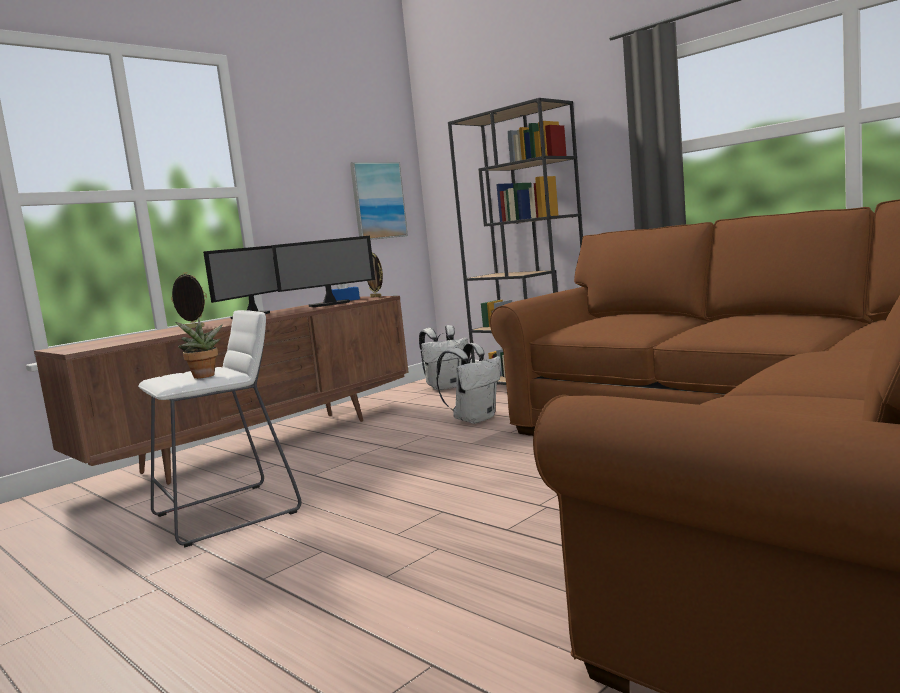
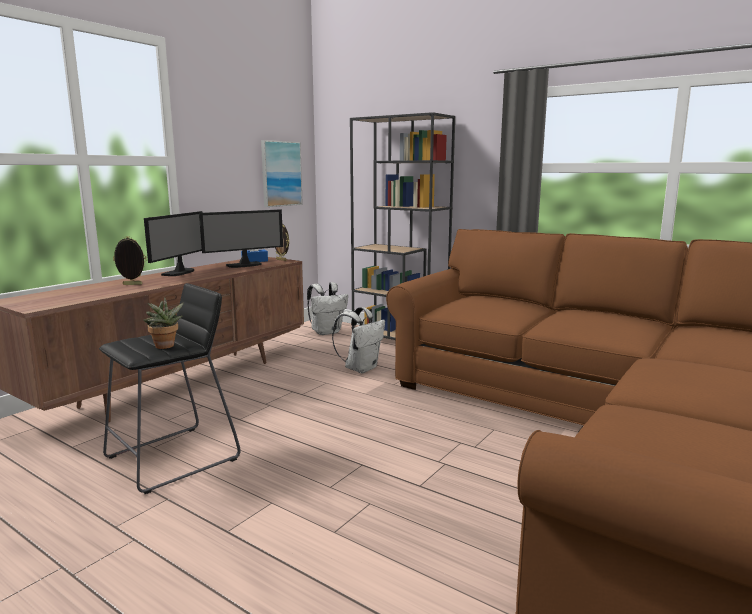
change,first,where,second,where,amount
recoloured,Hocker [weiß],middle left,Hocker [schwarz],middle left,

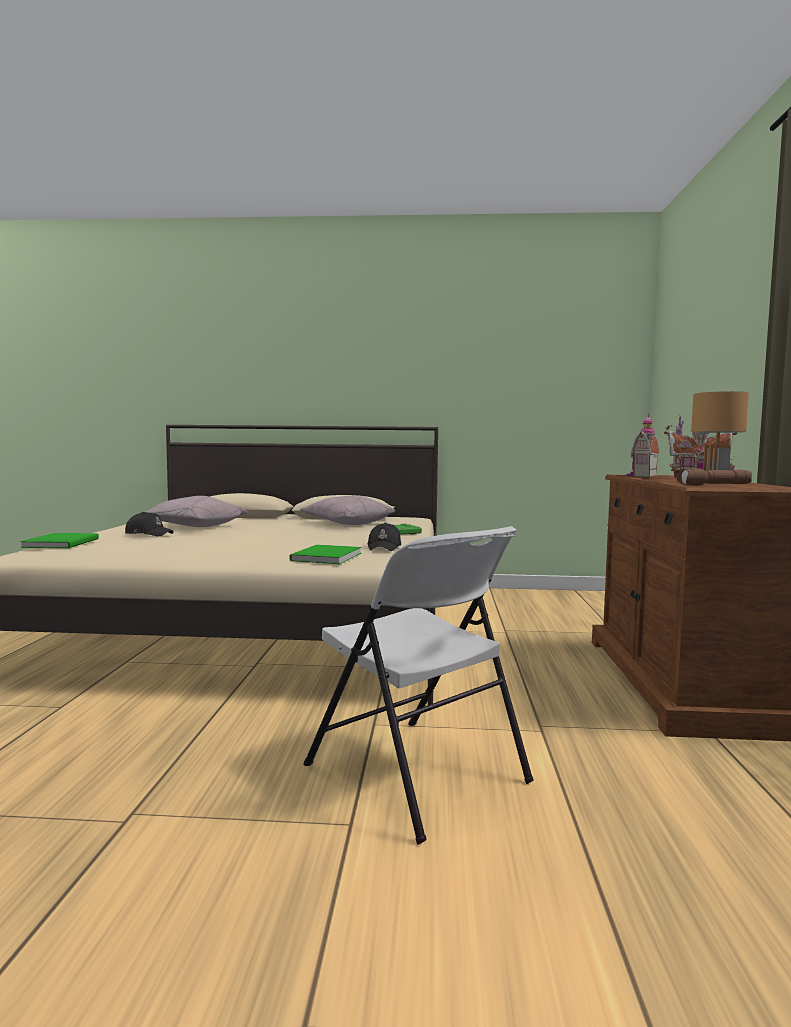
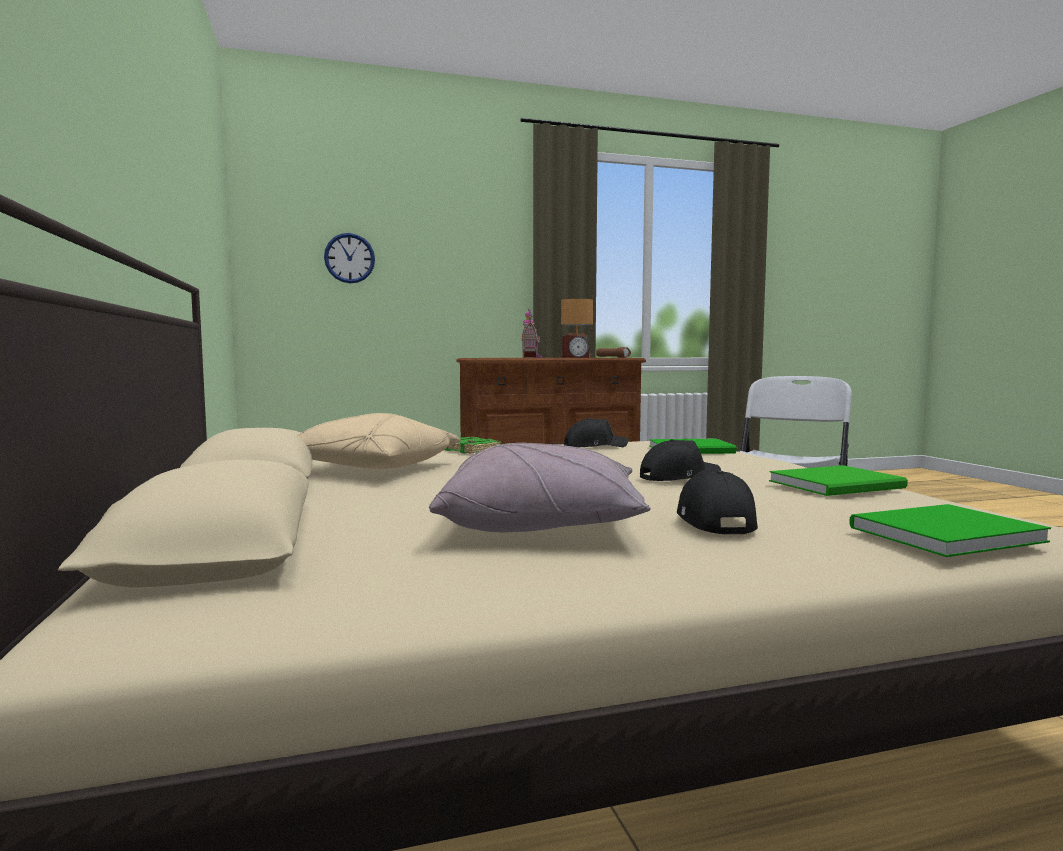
change,first,where,second,where,amount
recoloured,Kissen [lila] (2nd from left),centre,Kissen [beige],centre,
removed,Spielzeughaus (1st from left),middle right,,,
added,,,Wanduhr,top left,
added,,,Wecker,centre,
added,,,Kappe [schwarz] (2nd from left),centre,
added,,,Buch [grün] (3rd from left),middle right,

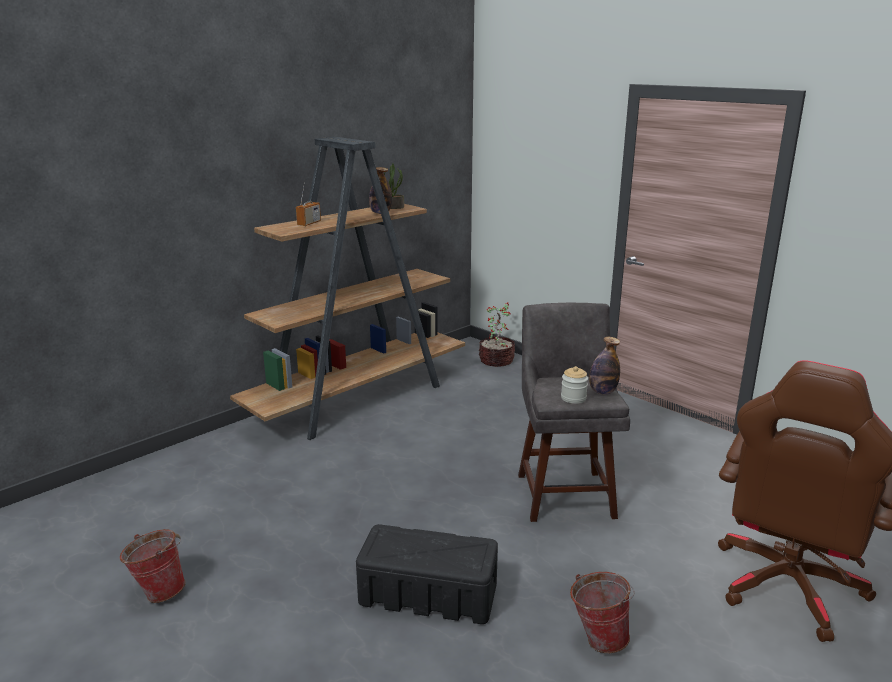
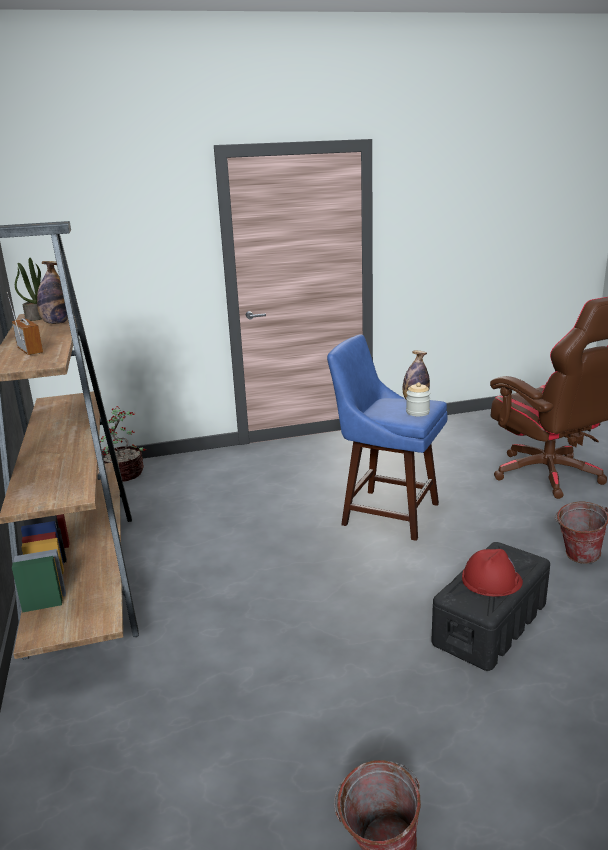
change,first,where,second,where,amount
recoloured,Hocker [grau],centre,Hocker [blau],centre,
added,,,Schutzhelm [rot],bottom right,

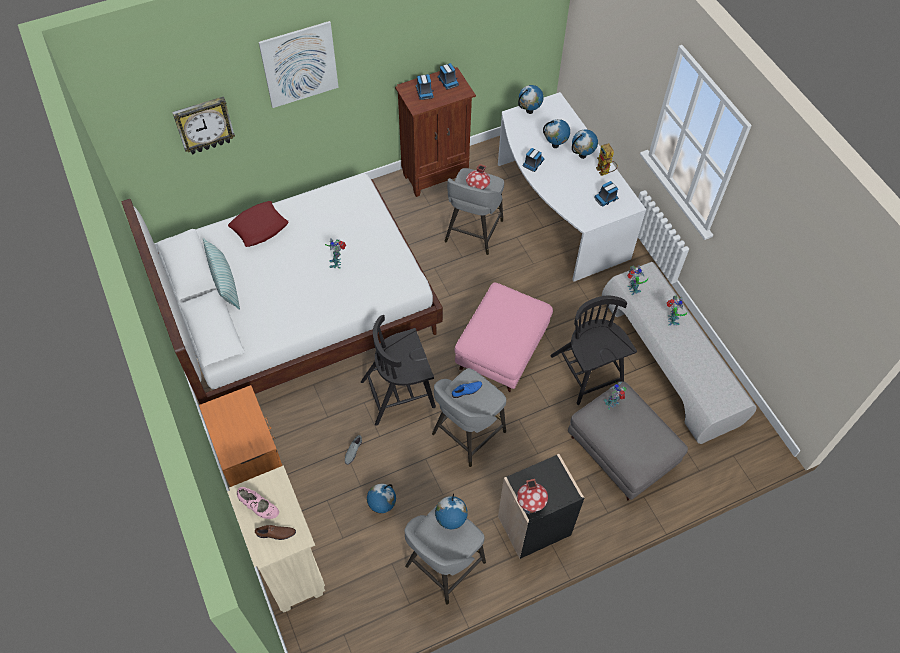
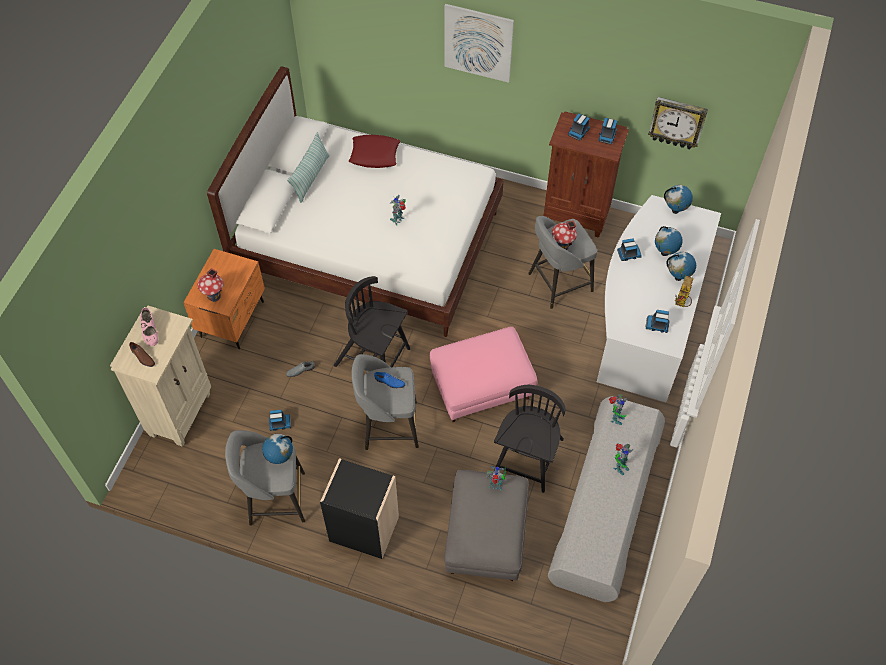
change,first,where,second,where,amount
moved,Wanduhr,top left,,top right,
replaced,Globus (1st from left),bottom centre,Spielzeuglaster (1st from left),middle left,
moved,Spielzeughaus (2nd from left in the first image),bottom centre,Spielzeughaus (1st from left),middle left,

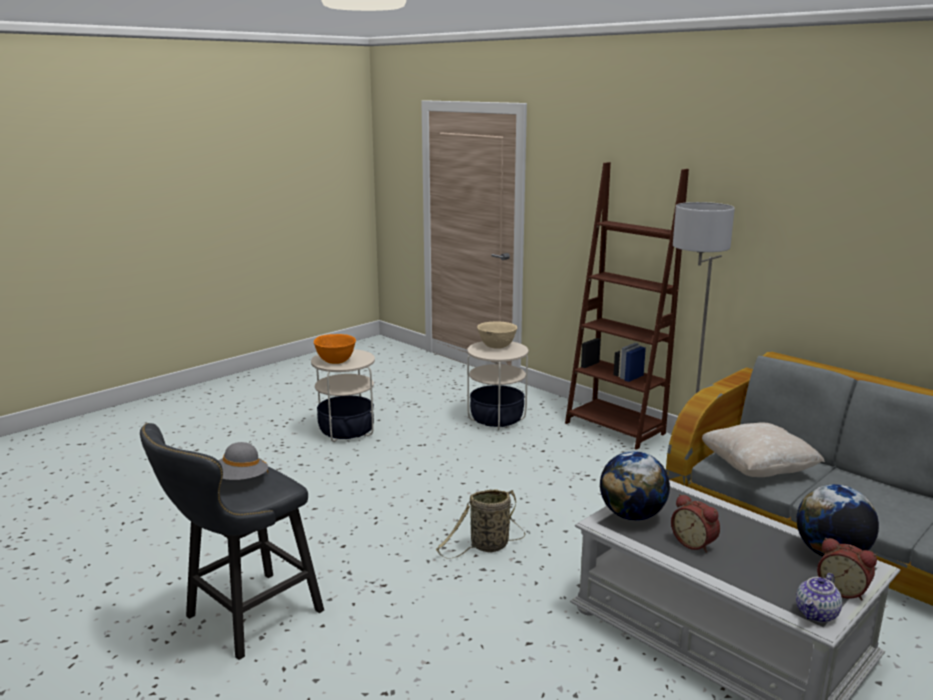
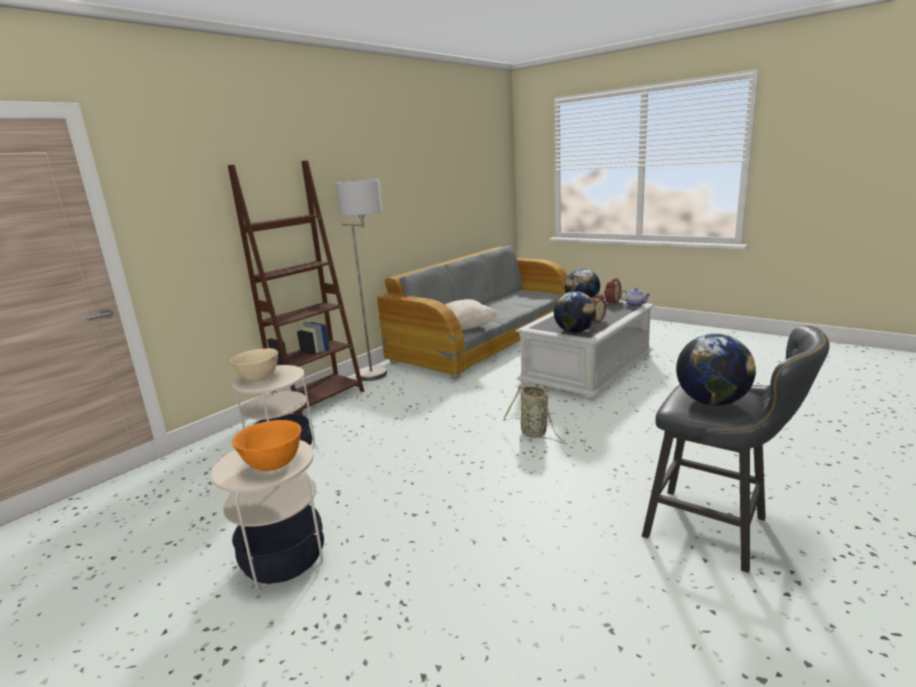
change,first,where,second,where,amount
replaced,Hut [grau],middle left,Globus (3rd from left),middle right,

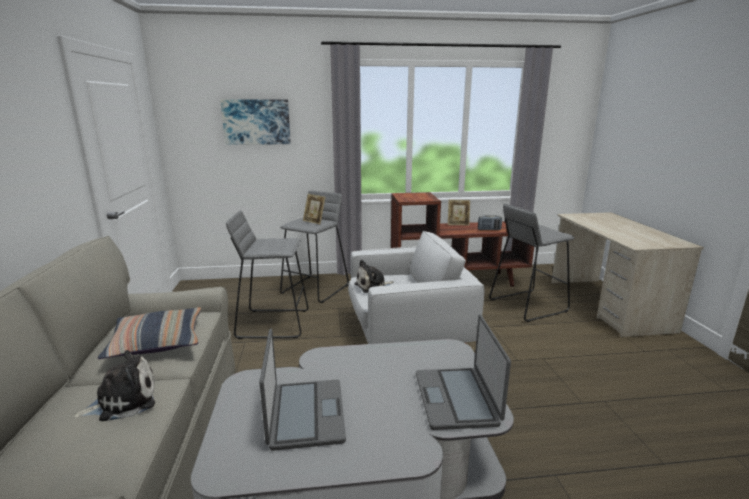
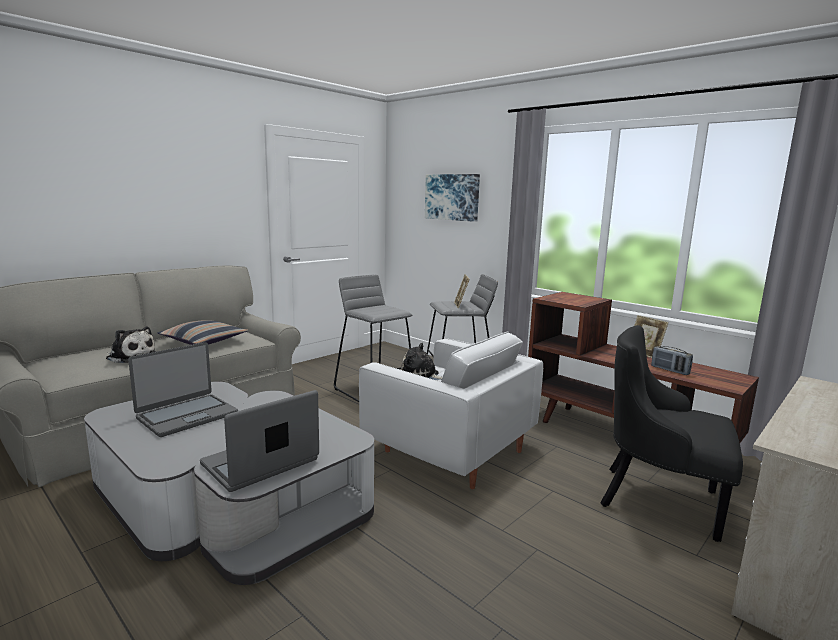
change,first,where,second,where,amount
replaced,Hocker [grau] (3rd from left),middle right,Stuhl [schwarz],bottom right,

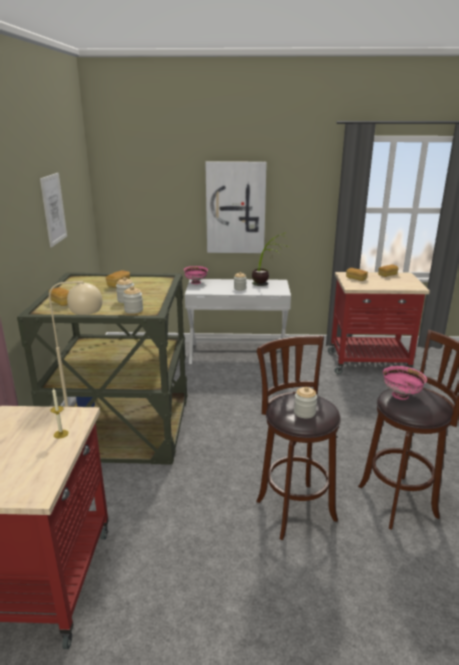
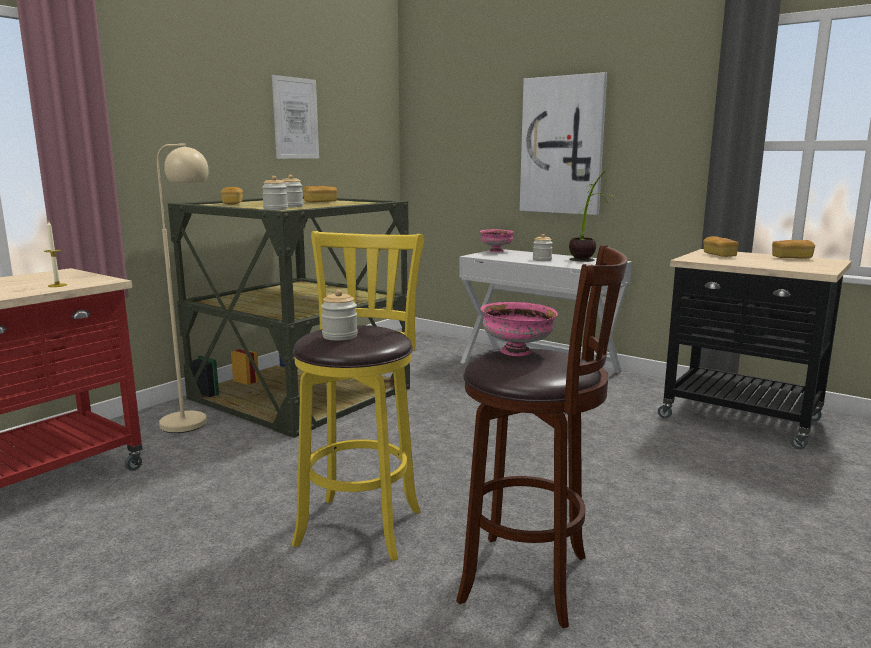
change,first,where,second,where,amount
recoloured,Hocker [braun] (1st from left),centre,Hocker [gelb],centre,
recoloured,Rollwagen [rot] (2nd from left),middle right,Rollwagen [schwarz],middle right,

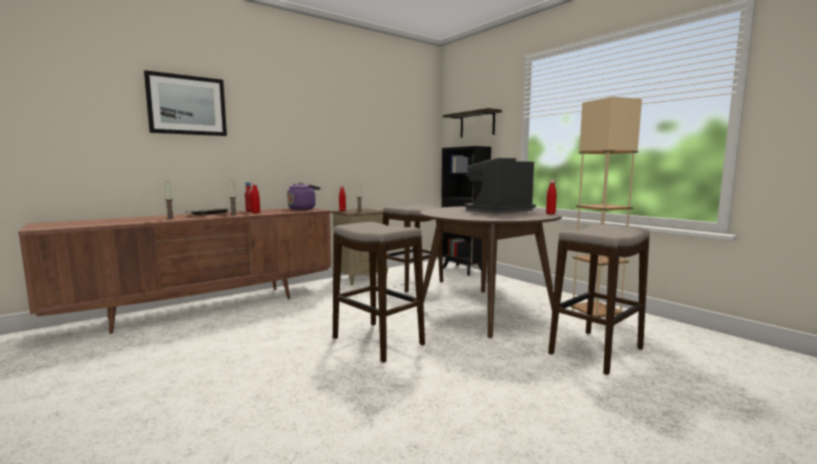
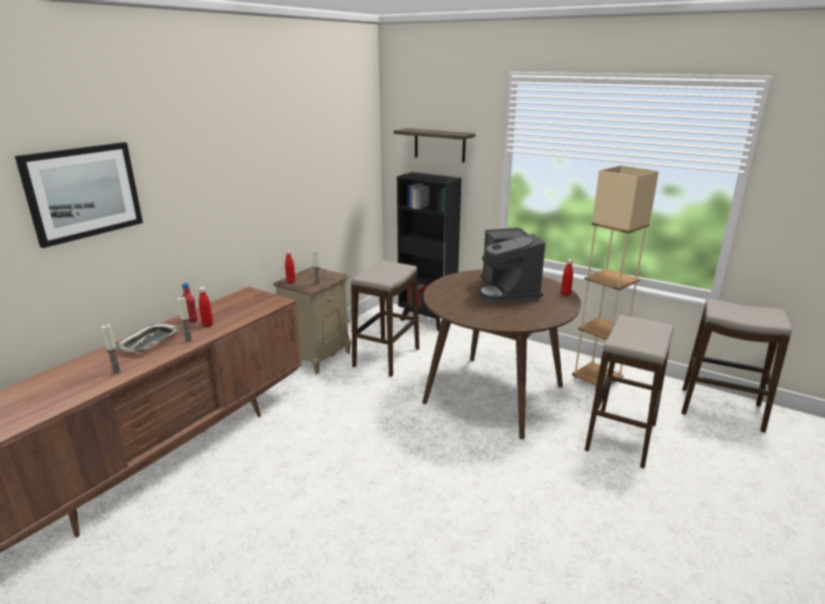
change,first,where,second,where,amount
removed,Wasserkessel [lila],centre,,,
moved,Hocker (1st from left in the first image),centre,Hocker (3rd from left),middle right,
turned,Kaffeemaschine,centre,,centre,45 degrees counterclockwise

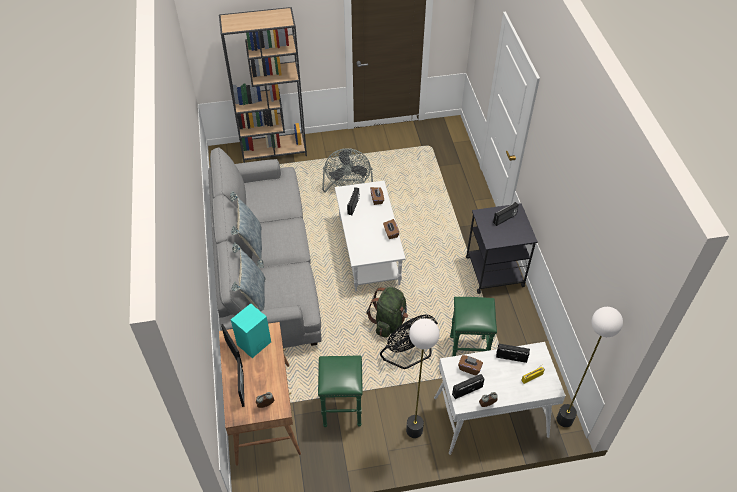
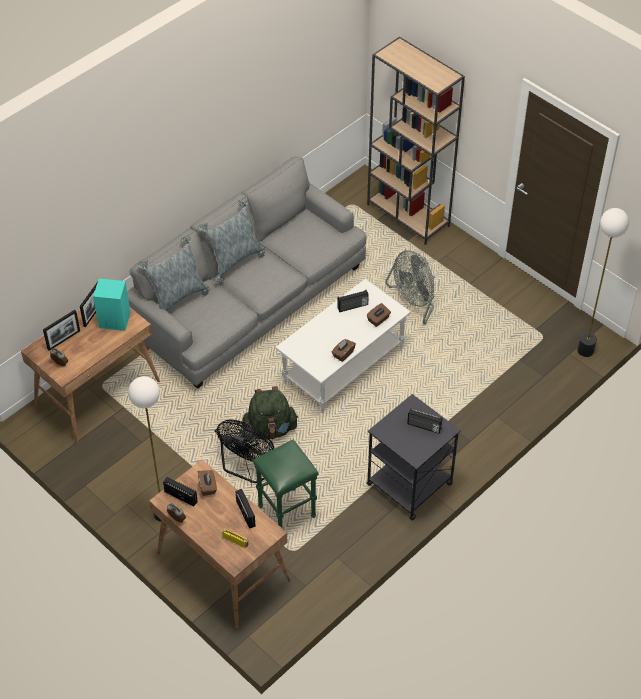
change,first,where,second,where,amount
removed,Hocker [grün] (1st from left),bottom centre,,,
recoloured,Schreibtisch [weiß],bottom right,Schreibtisch [braun] (2nd from left),bottom centre,
moved,Stehlampe (2nd from left),bottom right,,middle right,

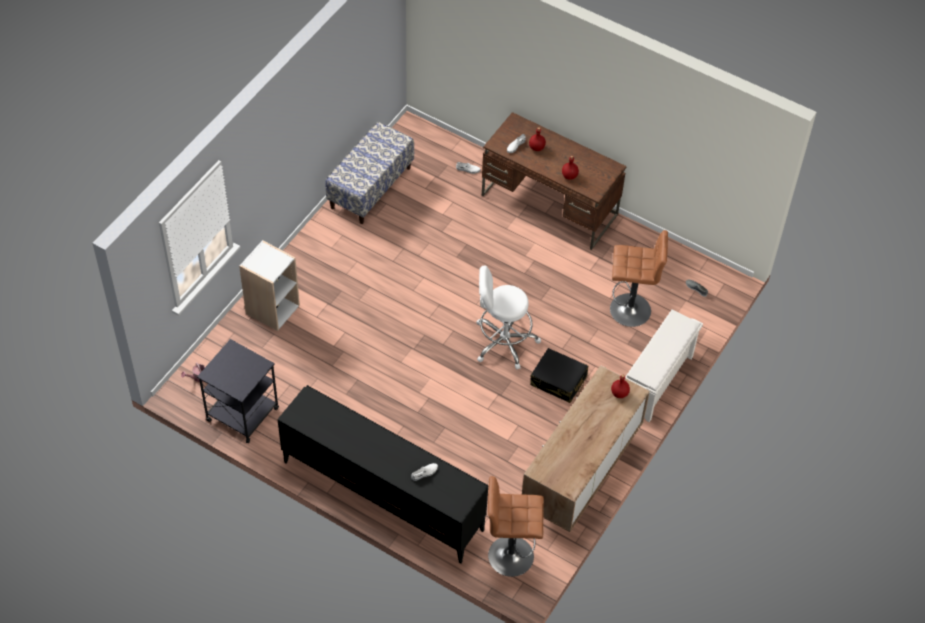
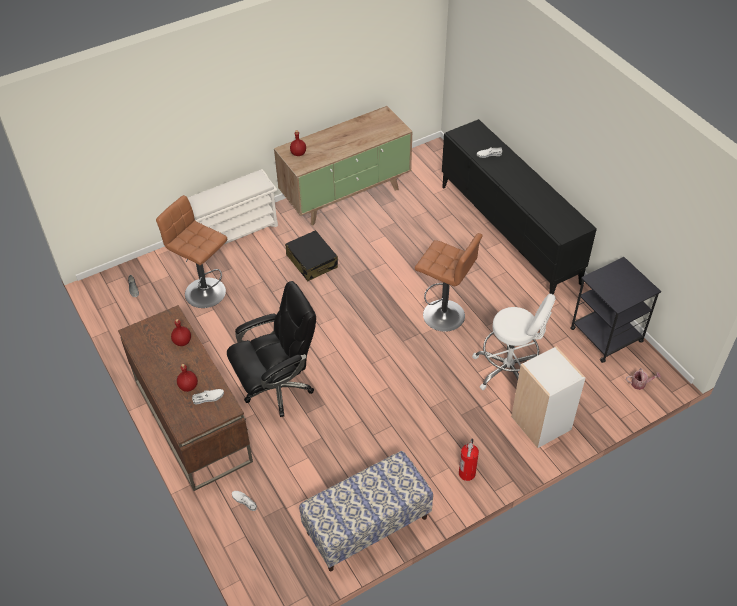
change,first,where,second,where,amount
moved,Hocker [weiß],centre,,middle right,
moved,Hocker [braun] (1st from left in the first image),bottom centre,Hocker [braun] (2nd from left),centre,
added,,,Bürostuhl [schwarz],centre,
added,,,Feuerlöscher,bottom centre,

